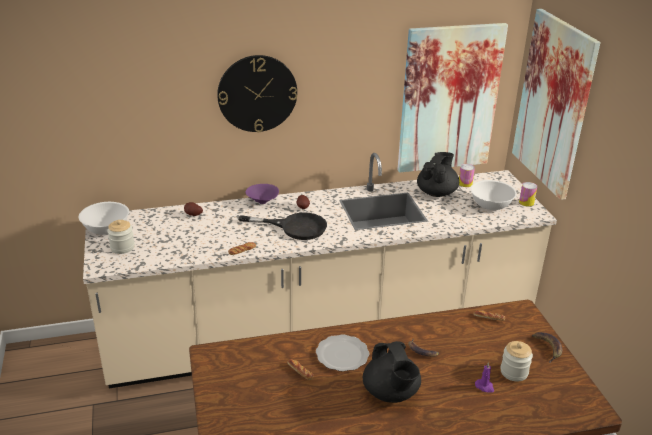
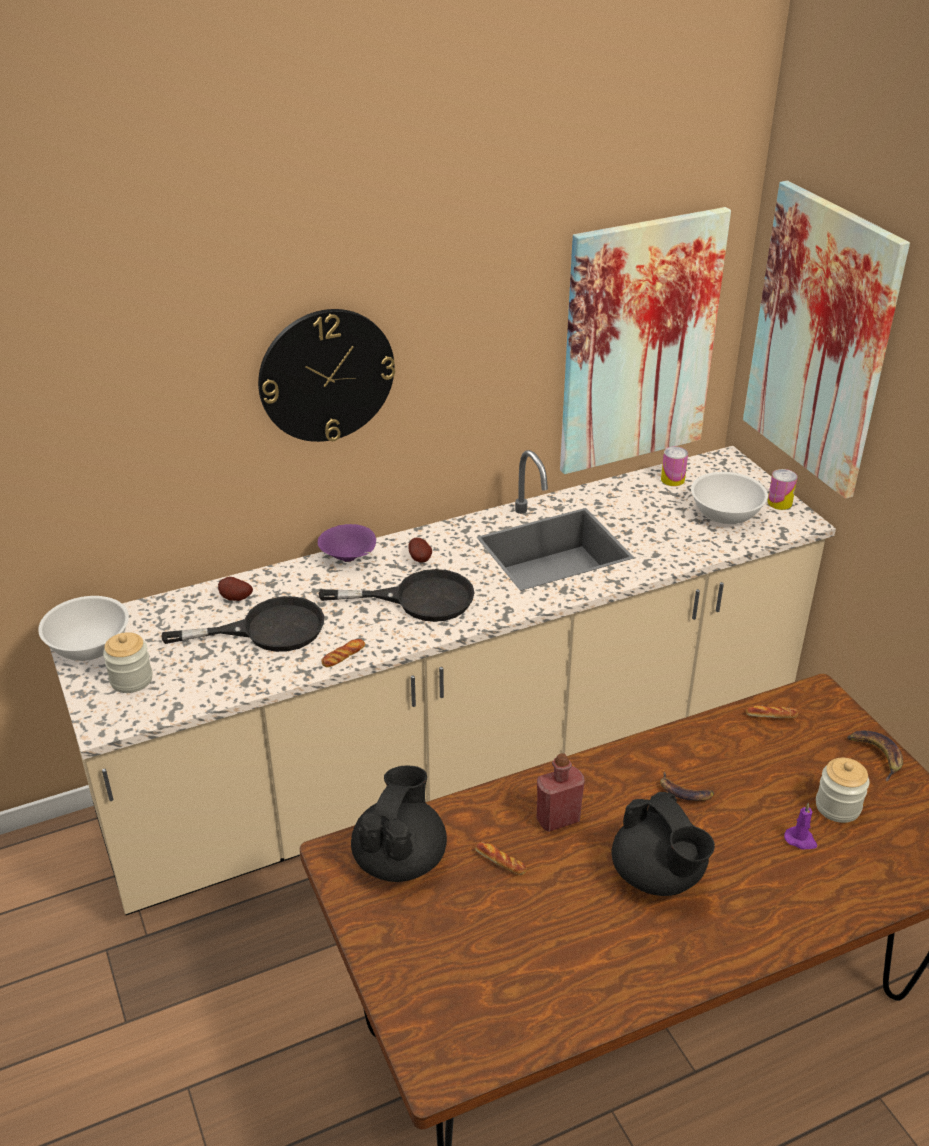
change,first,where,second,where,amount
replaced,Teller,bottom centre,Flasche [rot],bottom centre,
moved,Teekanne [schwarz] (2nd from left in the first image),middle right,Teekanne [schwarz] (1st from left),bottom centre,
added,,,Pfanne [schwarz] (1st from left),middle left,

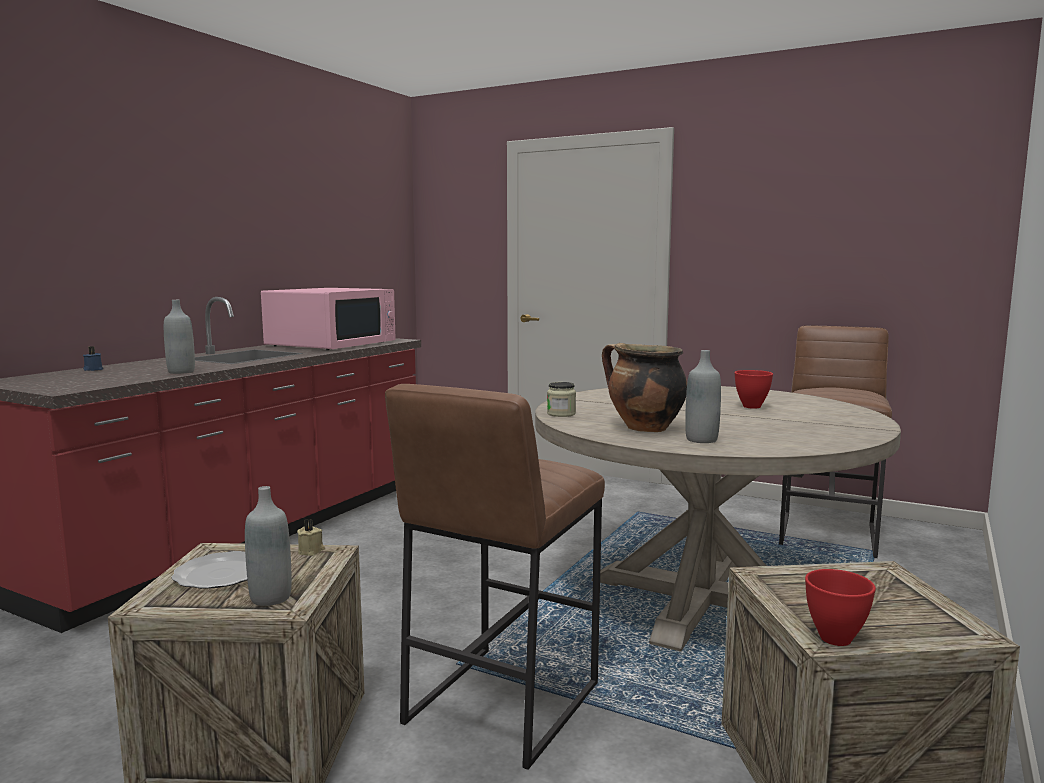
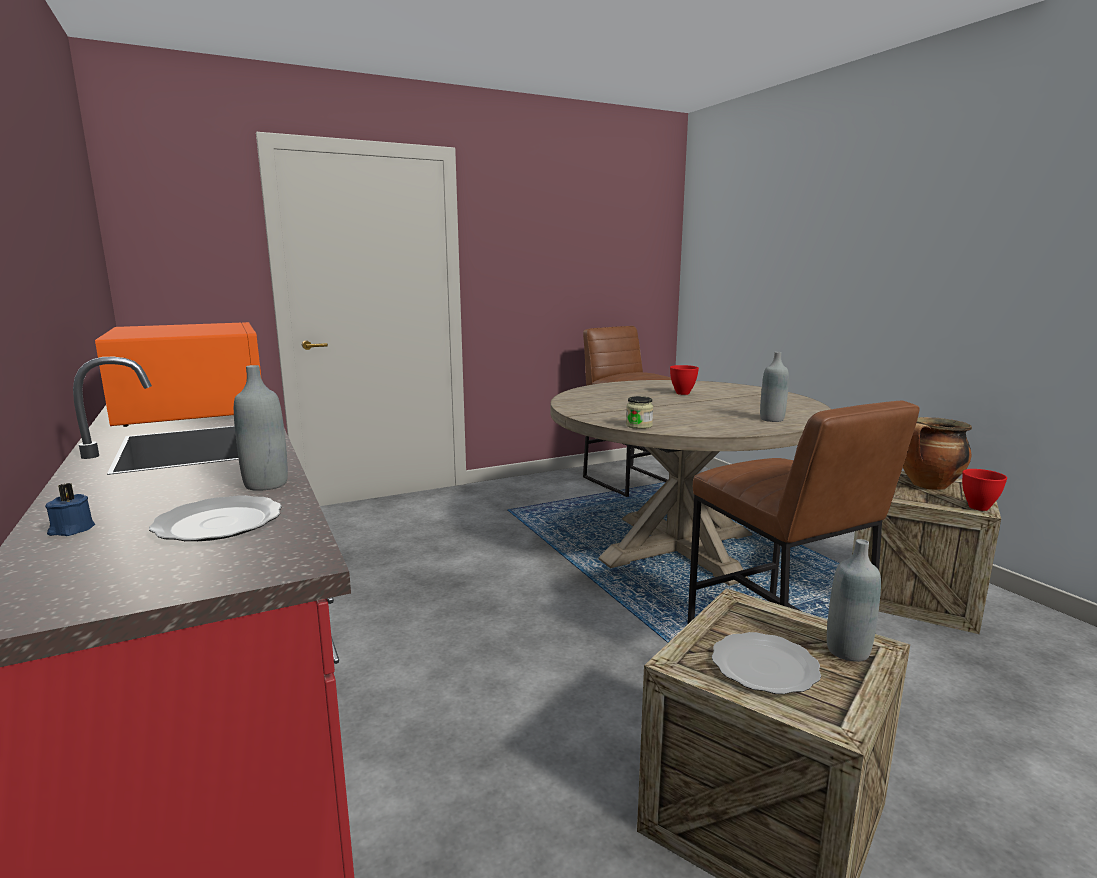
change,first,where,second,where,amount
recoloured,Mikrowelle [rosa],middle left,Mikrowelle [orange],middle left,
removed,Kerze [beige],bottom left,,,
moved,Kochtopf,centre,,middle right,
added,,,Teller (1st from left),middle left,

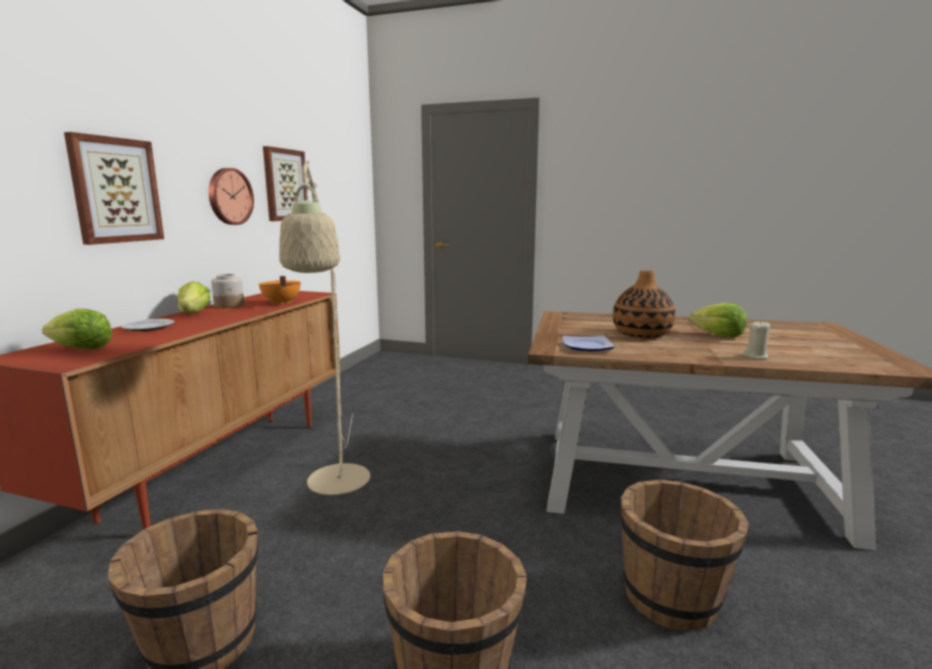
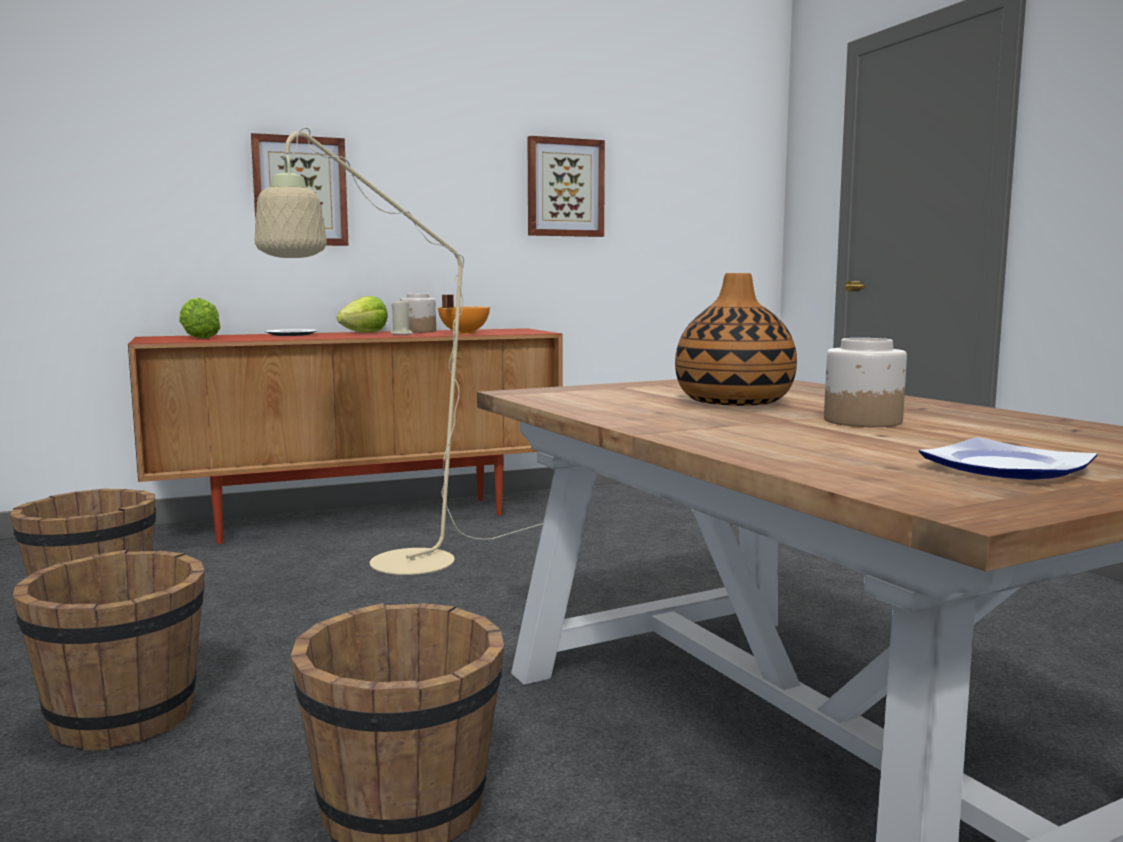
change,first,where,second,where,amount
removed,Wanduhr,top left,,,
moved,Teller (2nd from left),centre,,middle right,
replaced,Salatkopf (3rd from left),middle right,Vorratsglas (2nd from left),middle right,
moved,Kerze [beige],middle right,,centre,

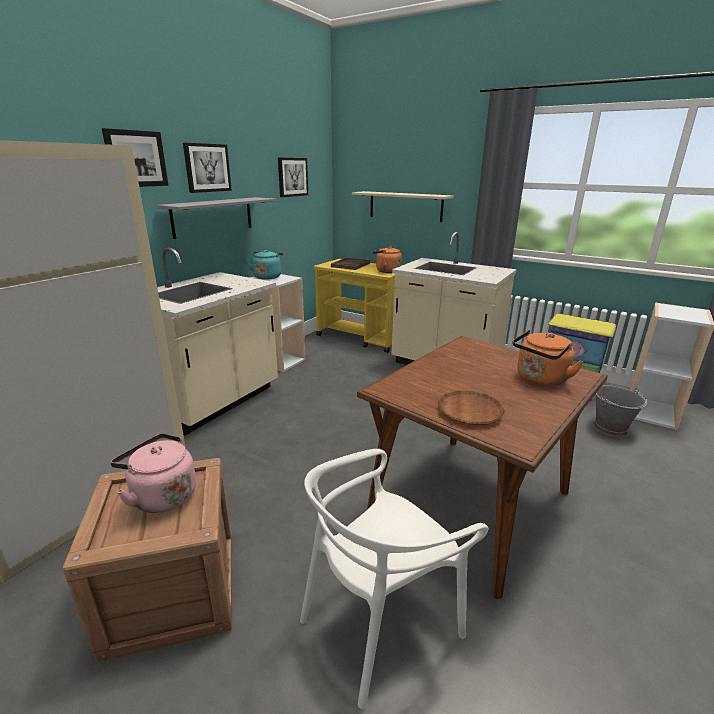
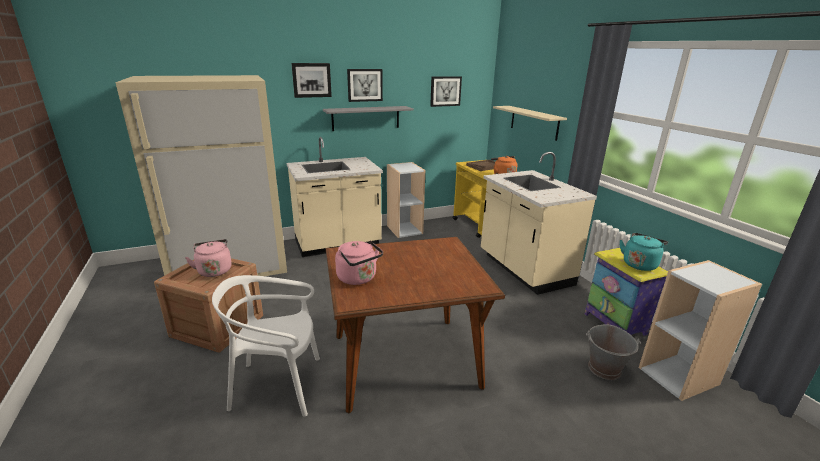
change,first,where,second,where,amount
moved,Wasserkessel [türkis],centre,,middle right,
replaced,Teller [braun],centre,Wasserkessel [rosa] (2nd from left),centre,
removed,Wasserkessel [orange] (2nd from left),middle right,,,

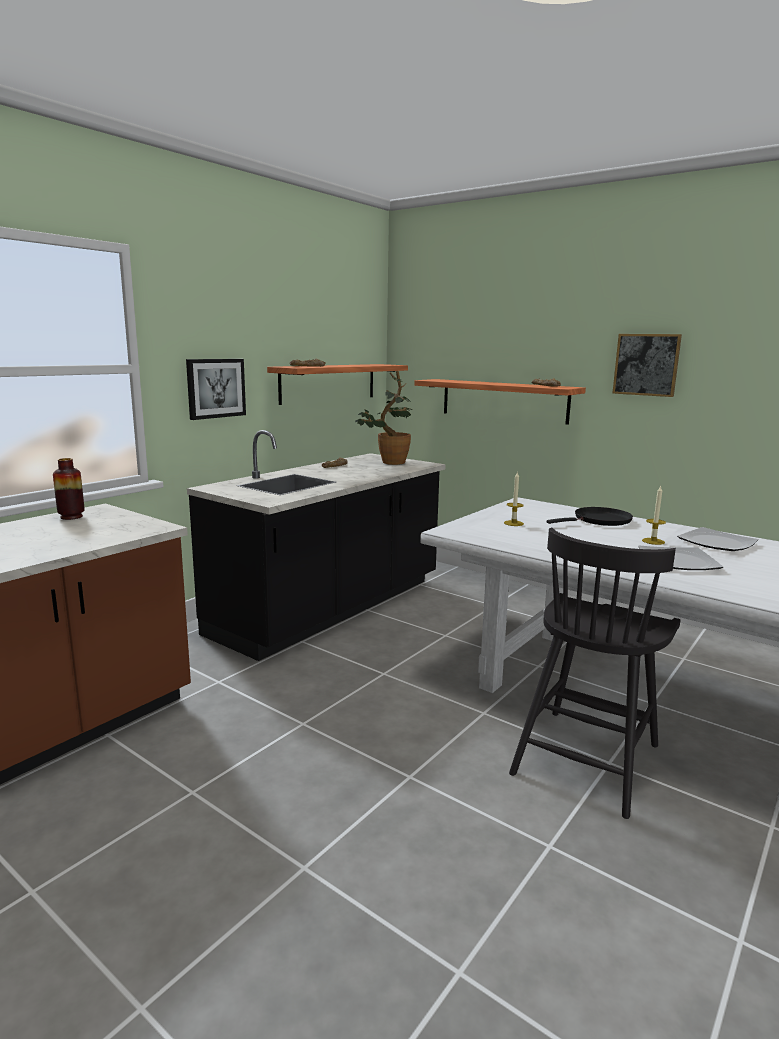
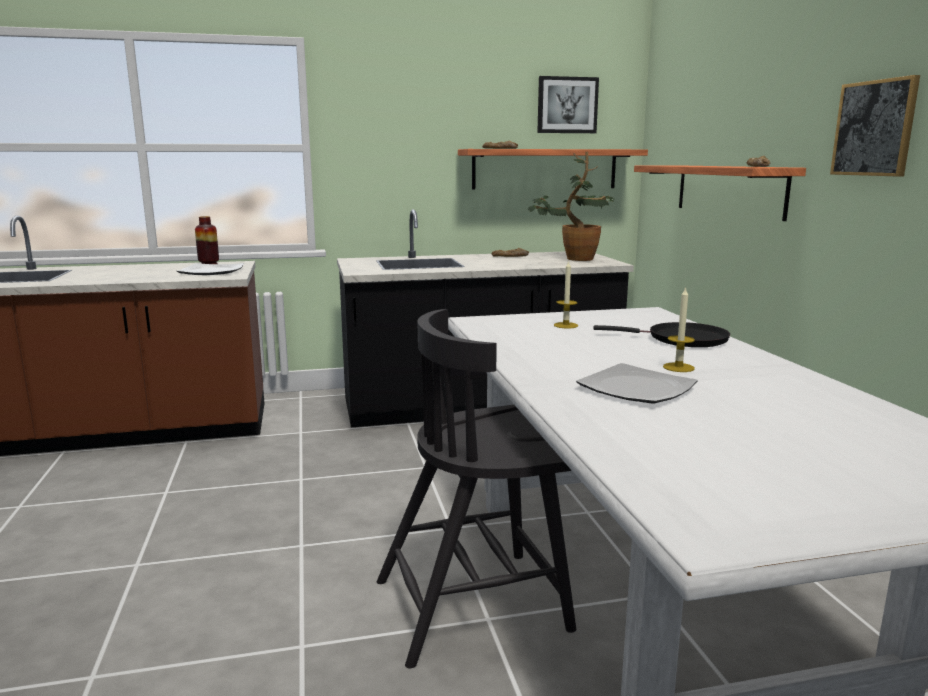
change,first,where,second,where,amount
moved,Bild (1st from left),middle left,,top centre,
moved,Teller (2nd from left in the first image),middle right,Teller (1st from left),middle left,

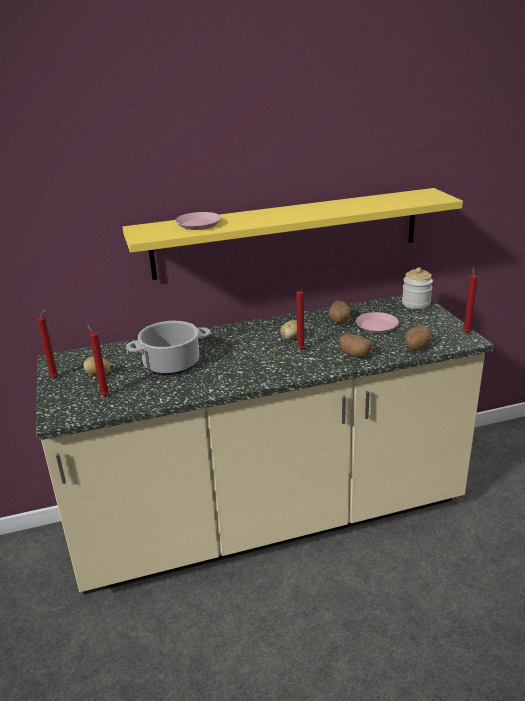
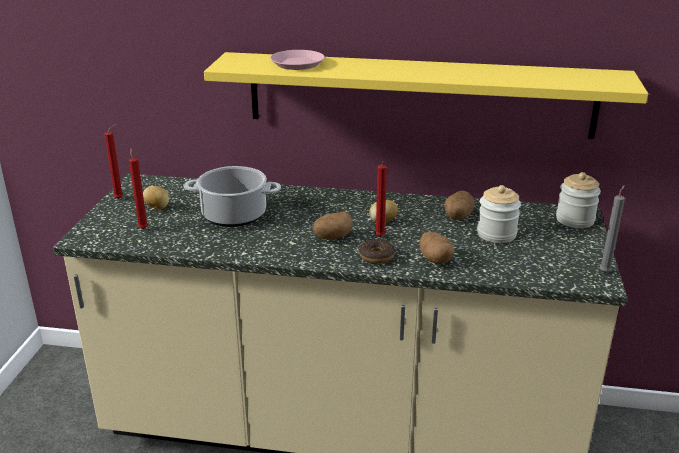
change,first,where,second,where,amount
replaced,Teller [rosa] (2nd from left),middle right,Vorratsglas (1st from left),middle right,
moved,Kartoffel (5th from left in the first image),middle right,Kartoffel (2nd from left),centre,
recoloured,Kerze [rot] (4th from left),middle right,Kerze [grau],middle right,
added,,,Donut,centre,

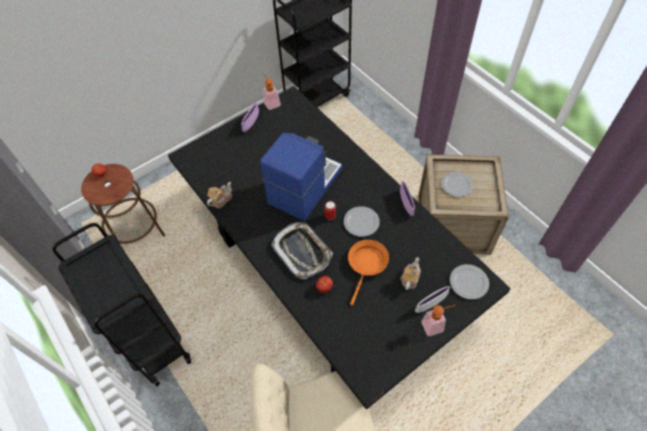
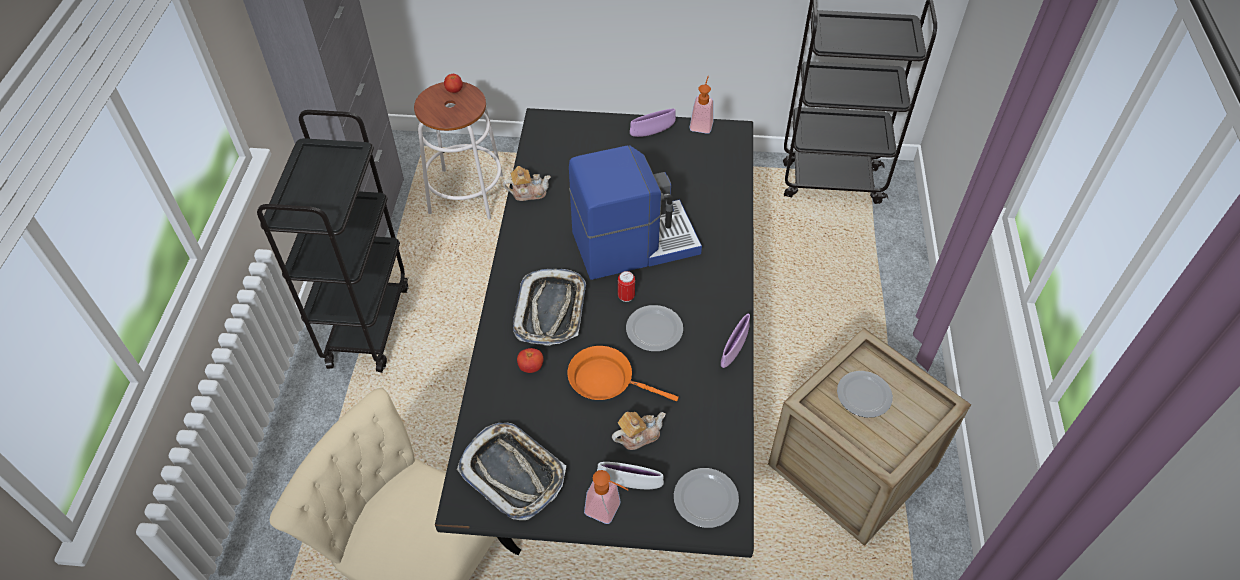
change,first,where,second,where,amount
recoloured,Hocker [braun],middle left,Hocker [weiß],top centre,
turned,Pfanne [orange],centre,,centre,135 degrees counterclockwise
added,,,Tablett (1st from left),bottom centre,

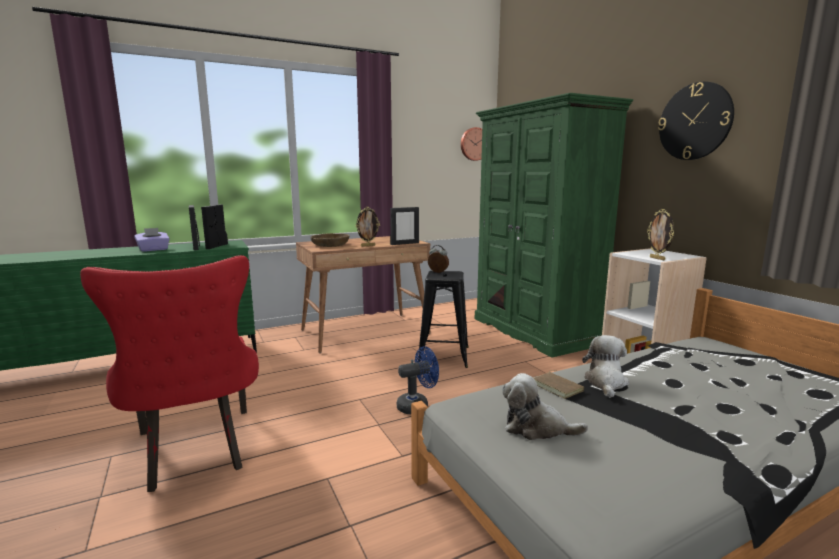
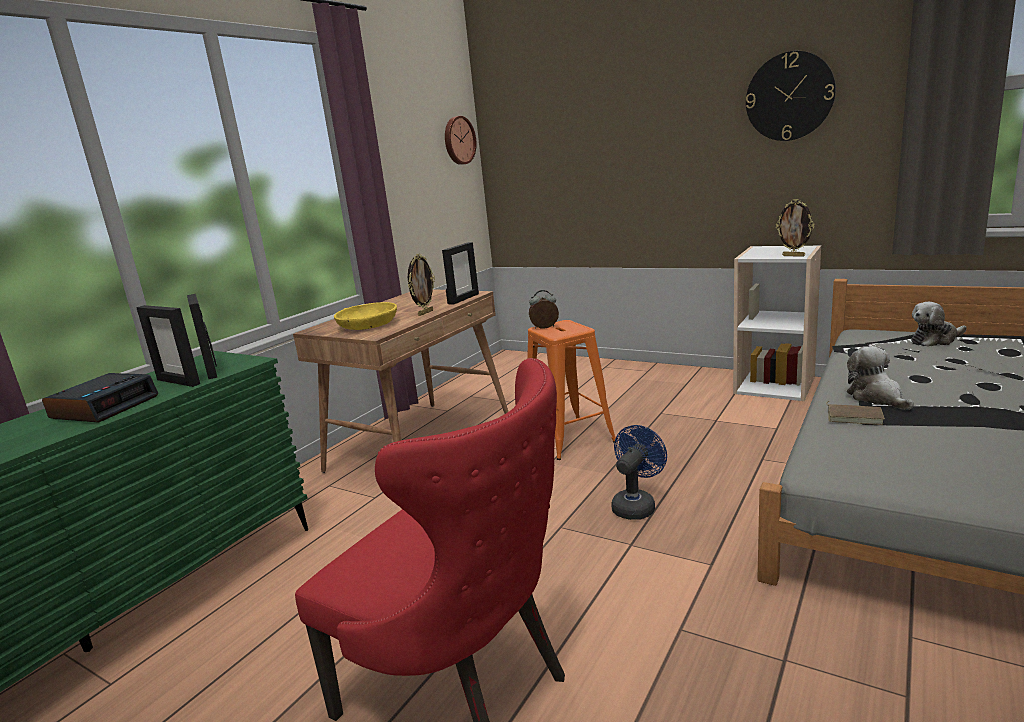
change,first,where,second,where,amount
replaced,Taschentuchbox [lila],middle left,Wecker (1st from left),middle left,
recoloured,Schüssel [braun],centre,Schüssel [gelb],centre,
recoloured,Hocker [schwarz],centre,Hocker [orange],centre,
removed,Kleiderschrank [grün],centre,,,
moved,Plüschtier (1st from left in the first image),bottom centre,Plüschtier (2nd from left),middle right,

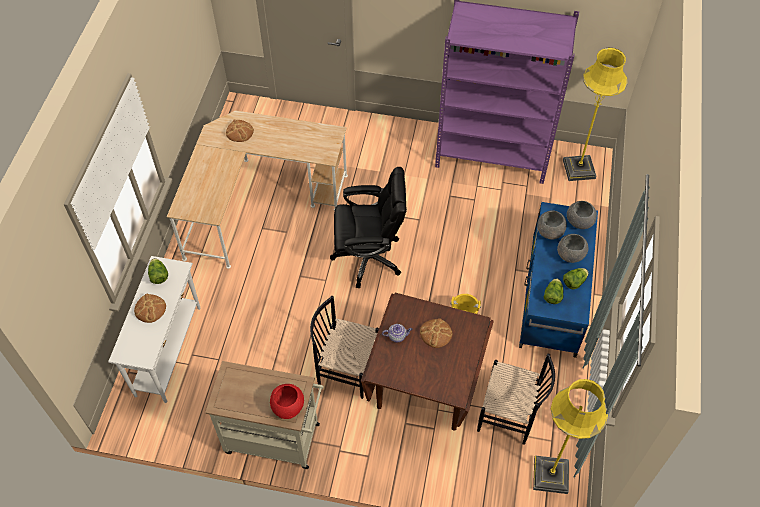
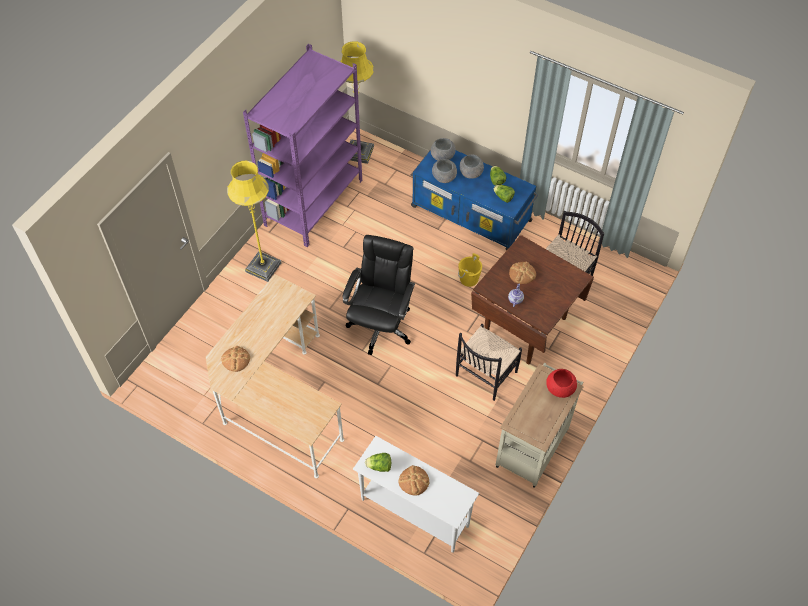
change,first,where,second,where,amount
moved,Stehlampe [gelb] (1st from left),bottom right,,middle left,

